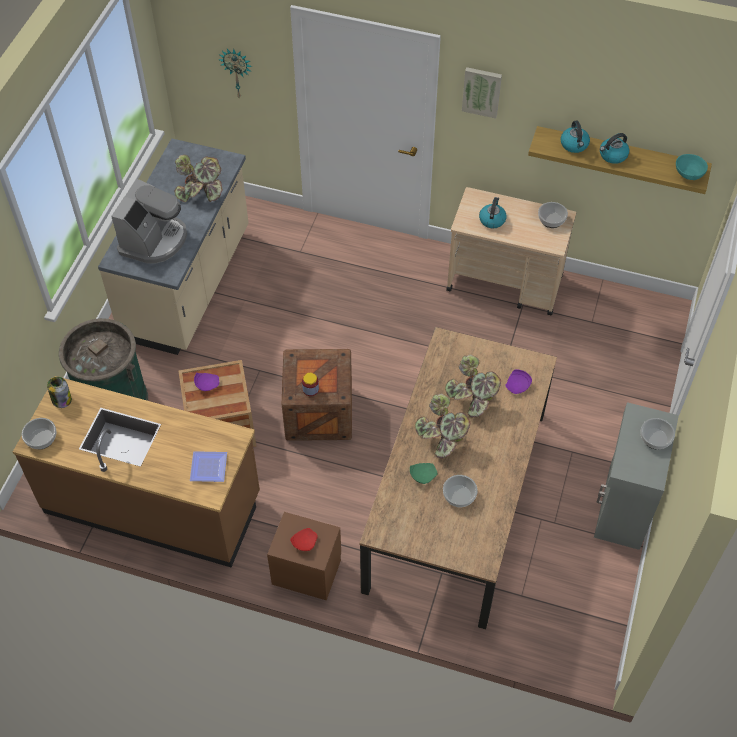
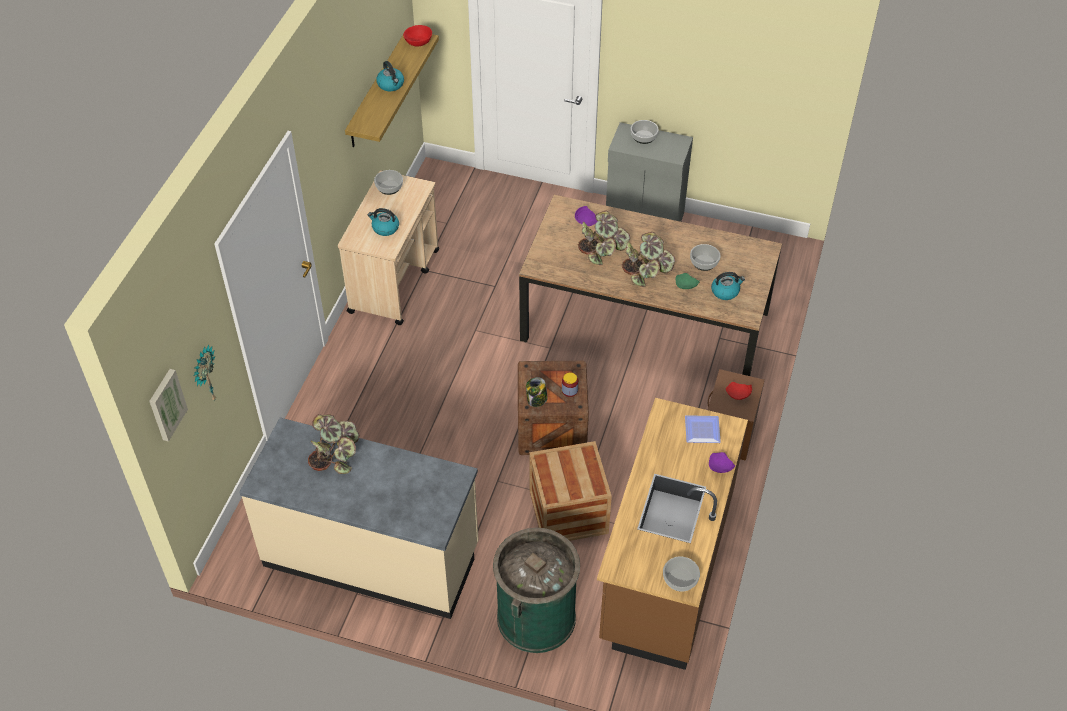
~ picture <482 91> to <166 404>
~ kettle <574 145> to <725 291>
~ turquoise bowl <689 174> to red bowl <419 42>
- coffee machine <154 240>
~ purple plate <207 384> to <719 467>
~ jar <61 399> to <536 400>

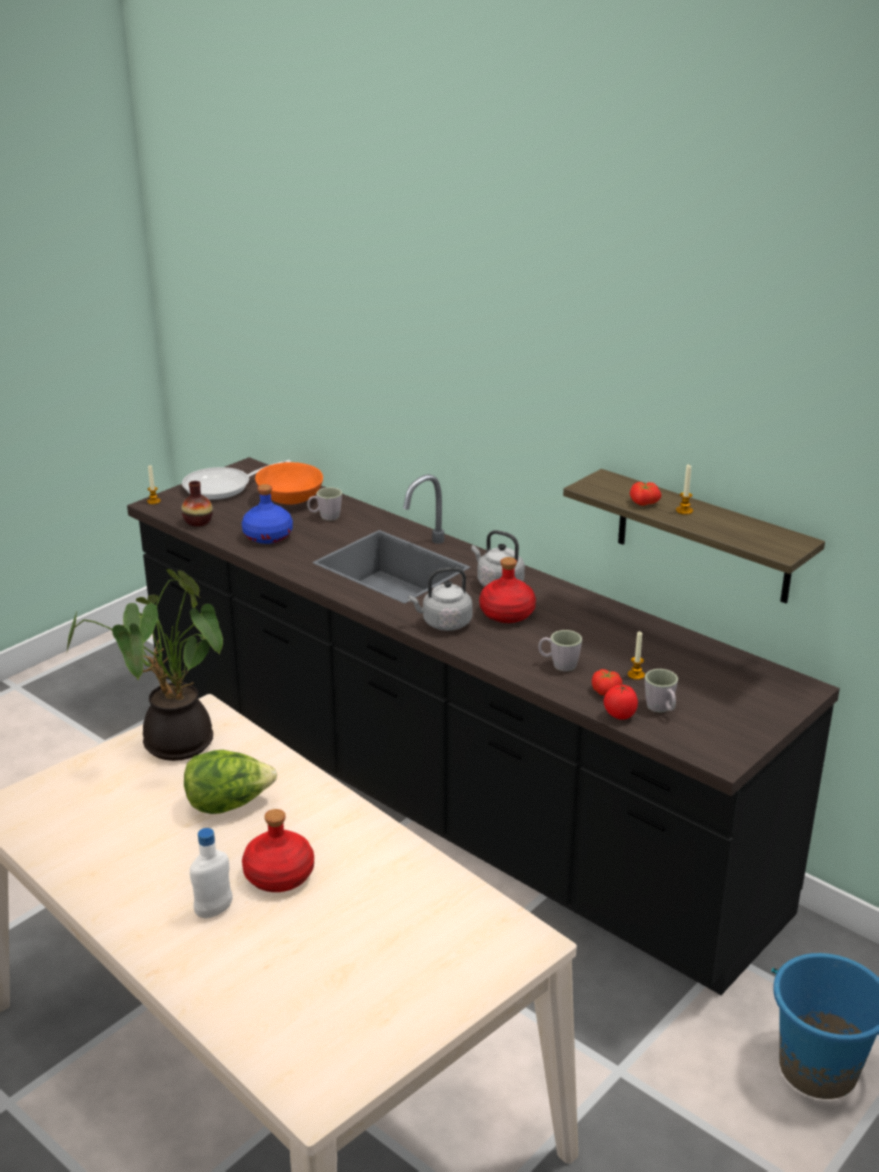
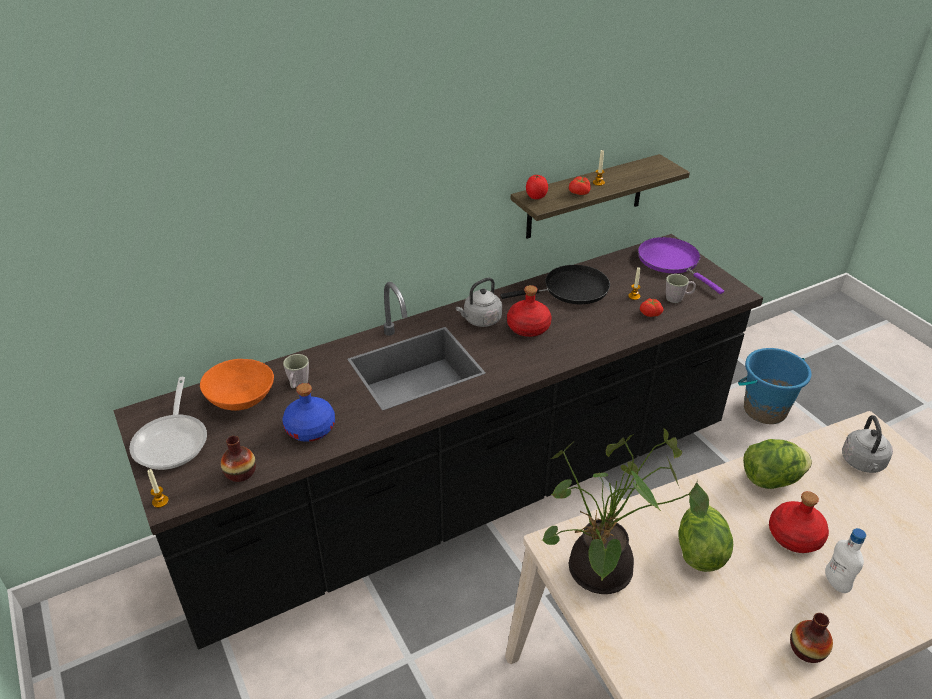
~ grey kettle <444 623> to <863 463>
- grey mug <559 664>
~ tomato <619 716> to <535 197>
+ purple frying pan <671 262>
+ black frying pan <571 289>
+ lettuce <770 479>
+ vase <807 650>

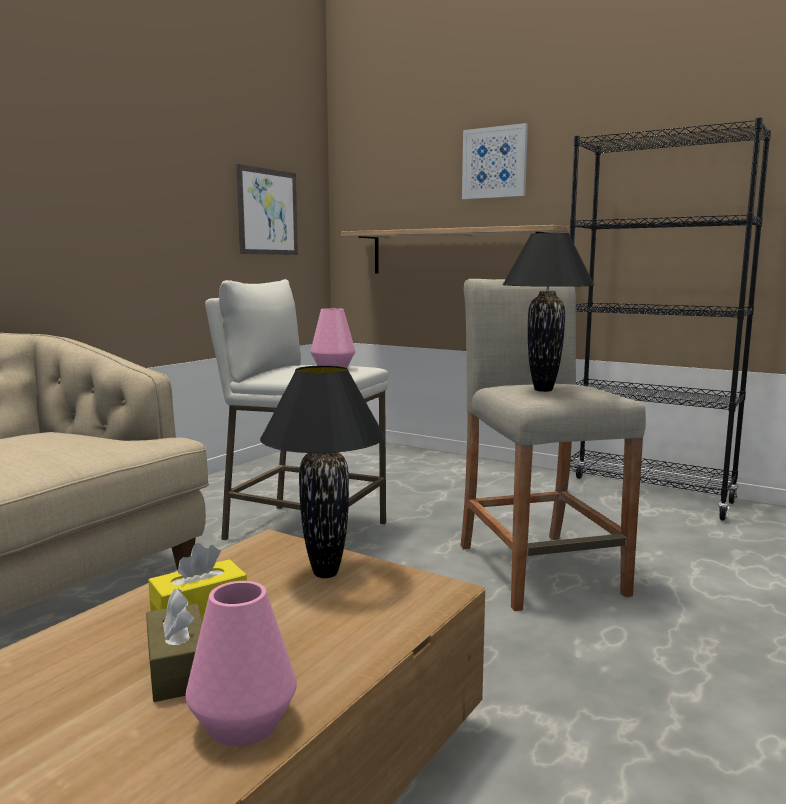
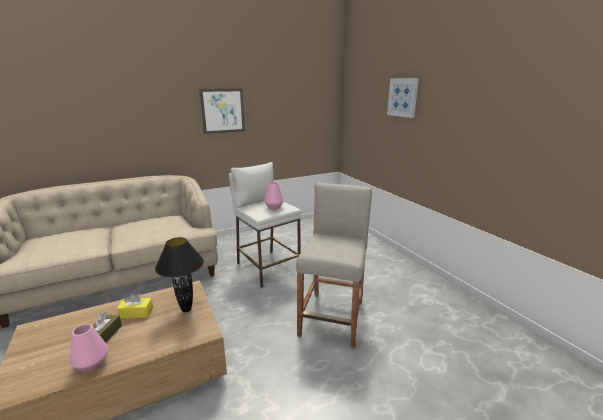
- black bookcase <645 497>
~ picture <268 212> to <223 110>
- shelf <457 252>
- black table lamp <543 390>

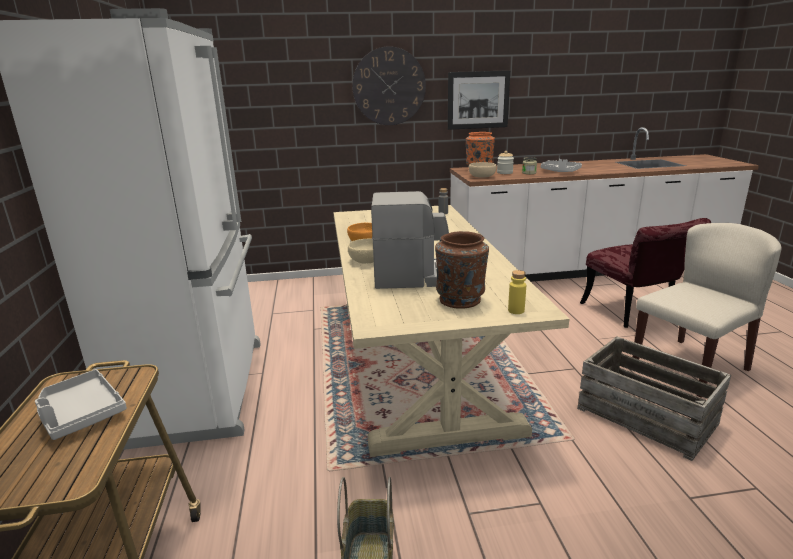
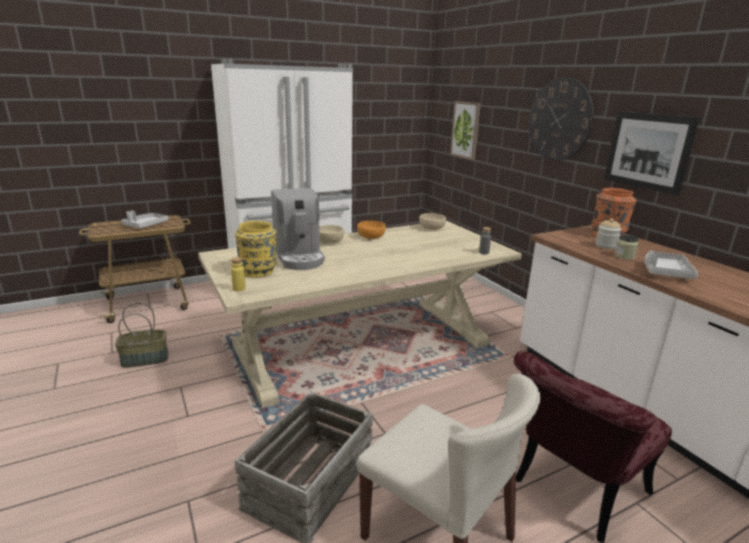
~ beige bowl <482 177> to <431 228>
~ brown vase <460 299> to yellow vase <258 272>
+ picture <465 130>

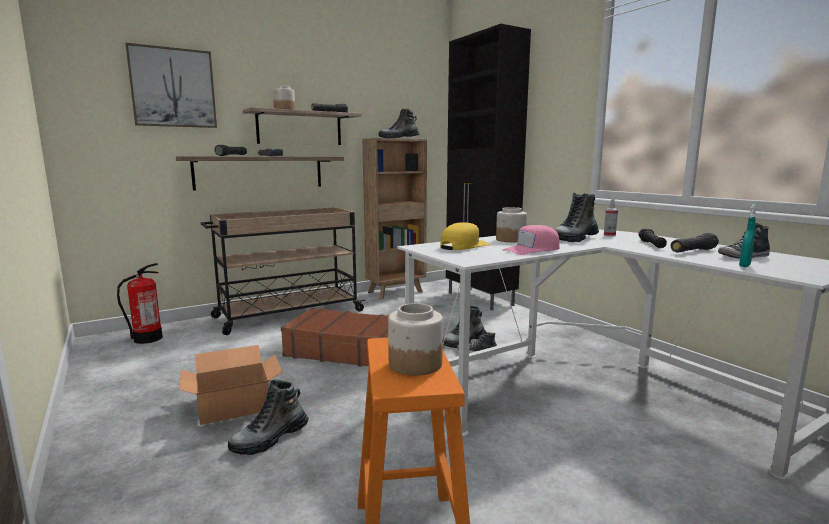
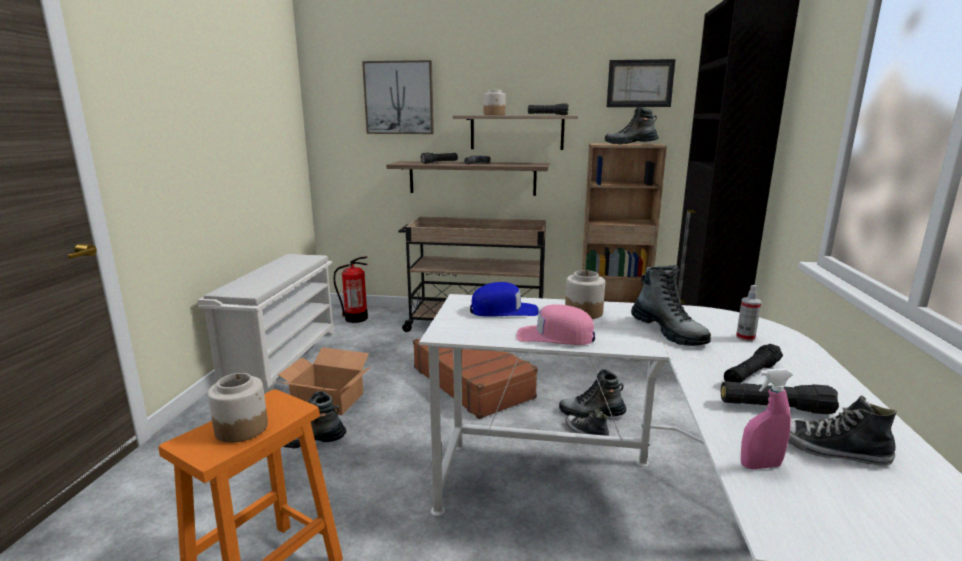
~ boot <574 239> = <668 332> 120 degrees counterclockwise
~ turquoise spray bottle <744 265> to pink spray bottle <760 465>
~ yellow cap <464 246> to blue cap <504 310>
+ picture <640 83>
+ white shoe rack <282 357>

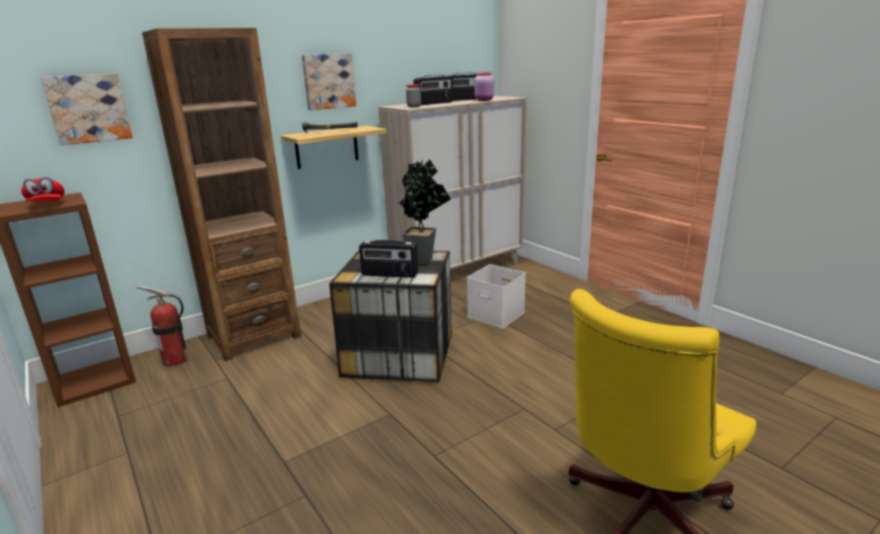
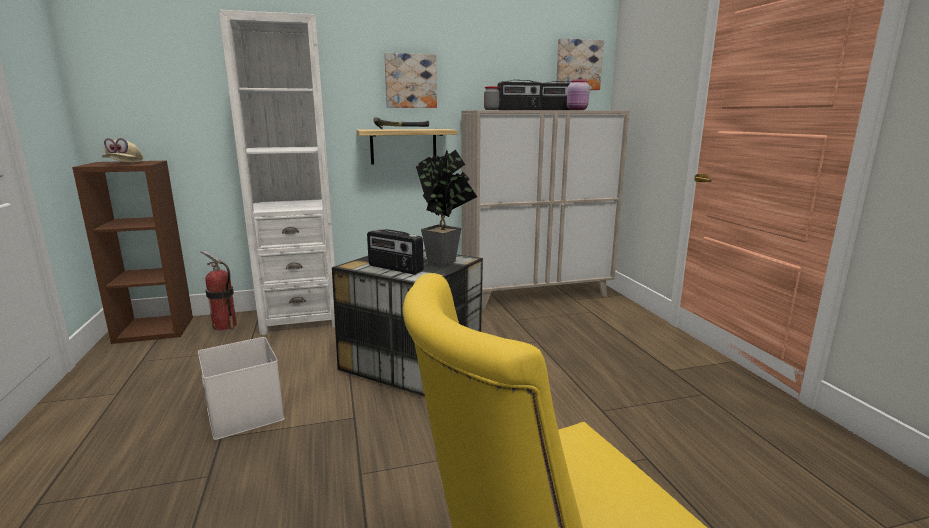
~ brown bookcase <254 336> to white bookcase <301 318>
~ picture <88 108> to <578 65>
~ red cap <47 205> to beige cap <124 164>
~ white storage box <494 314> to <243 413>

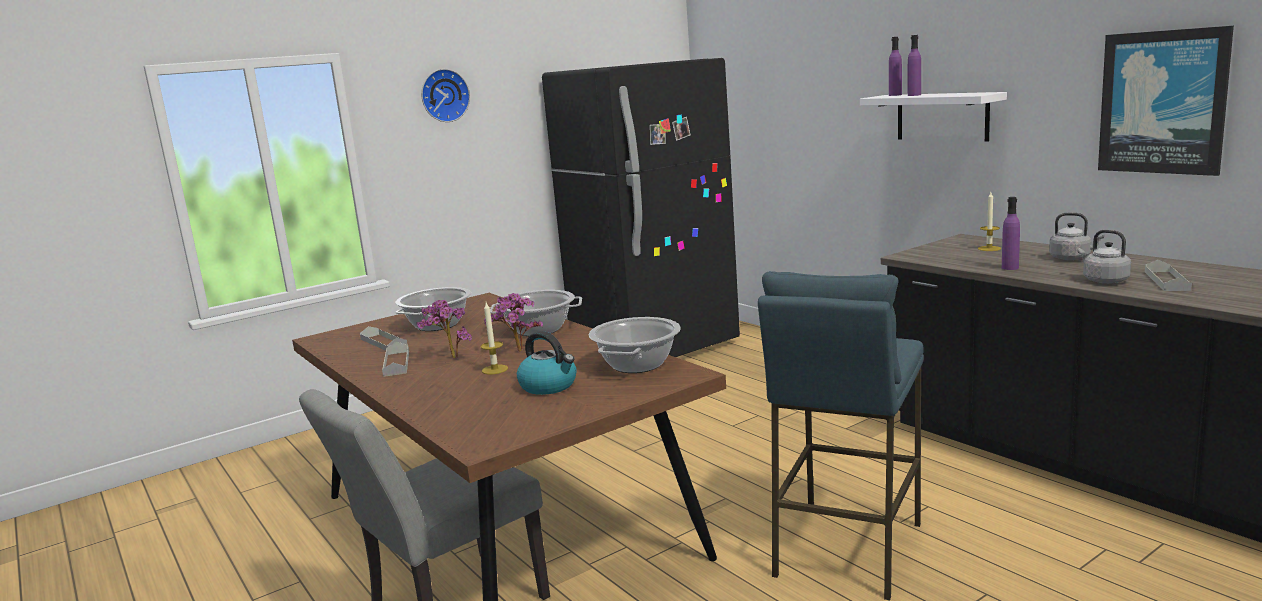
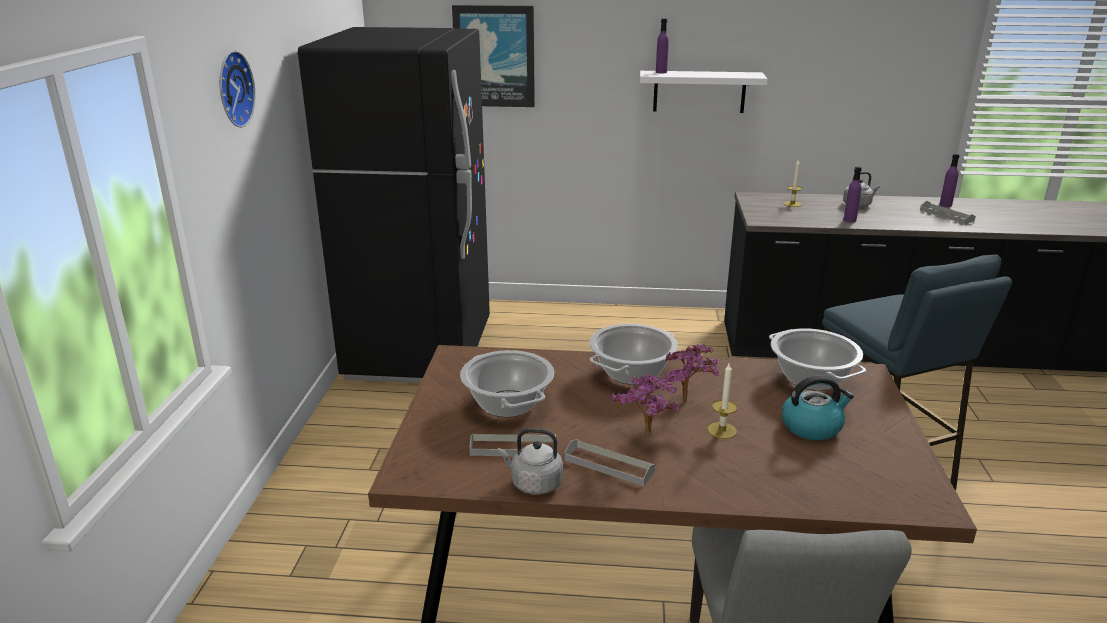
~ picture <1162 102> to <494 56>
~ purple bottle <914 95> to <945 205>
~ grey kettle <1103 280> to <533 483>

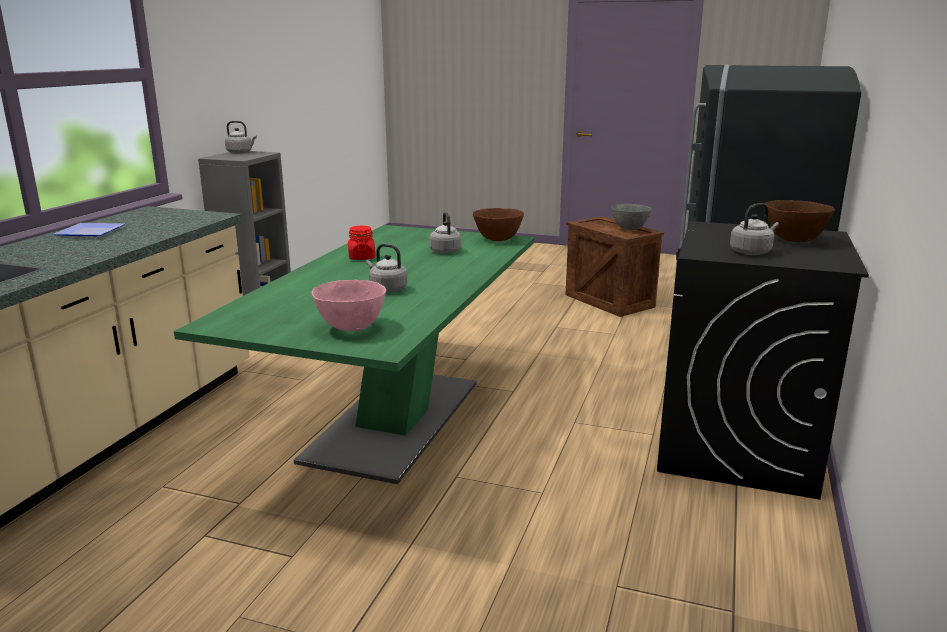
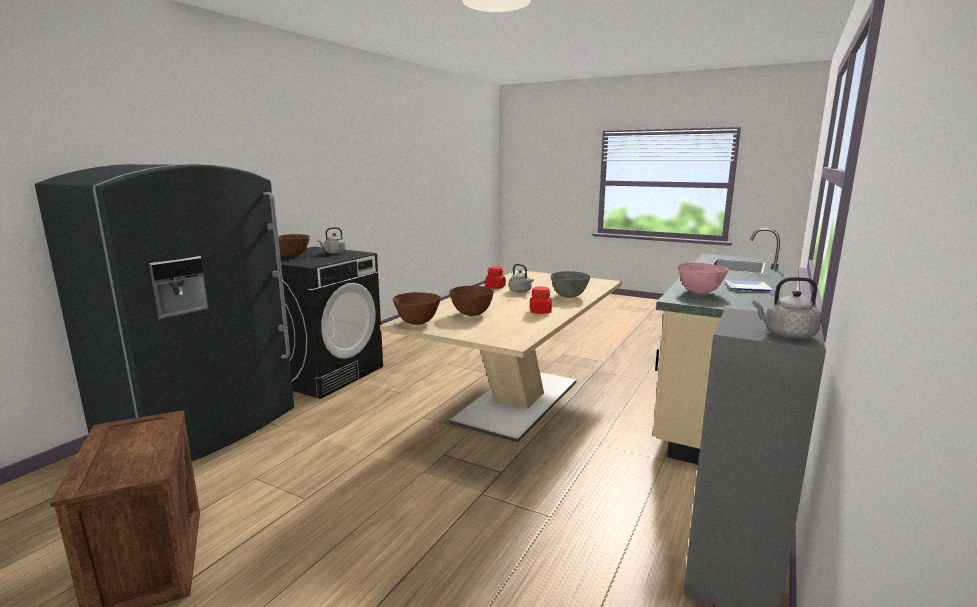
~ grey bowl <630 228> to <569 296>
~ grey kettle <445 251> to brown bowl <472 314>
~ green dining table <394 421> to beige dining table <518 402>
~ pink bowl <352 327> to <699 292>
+ red jar <495 287>

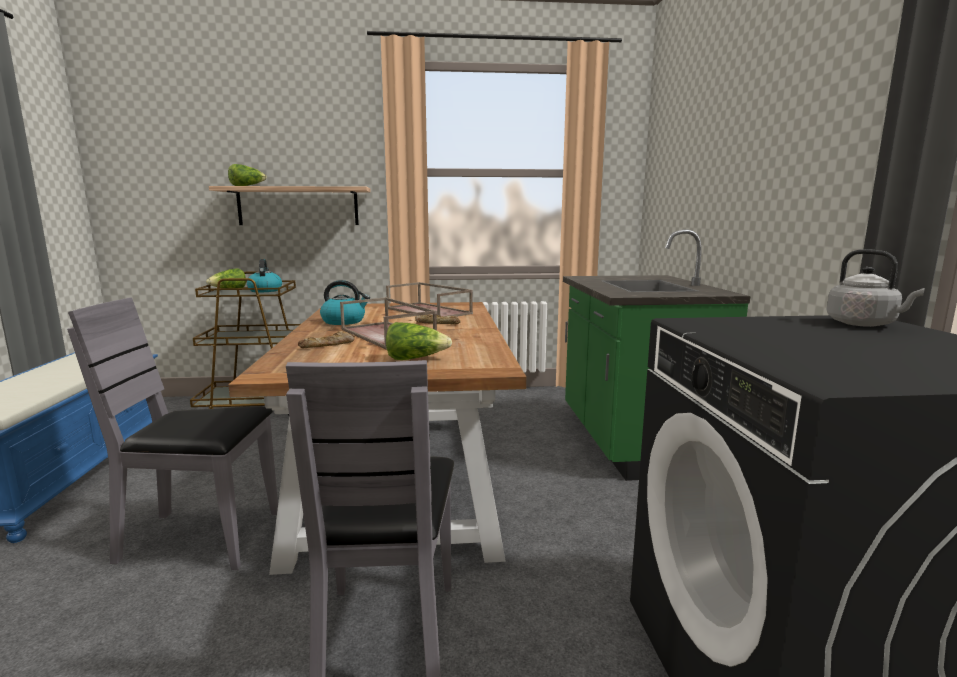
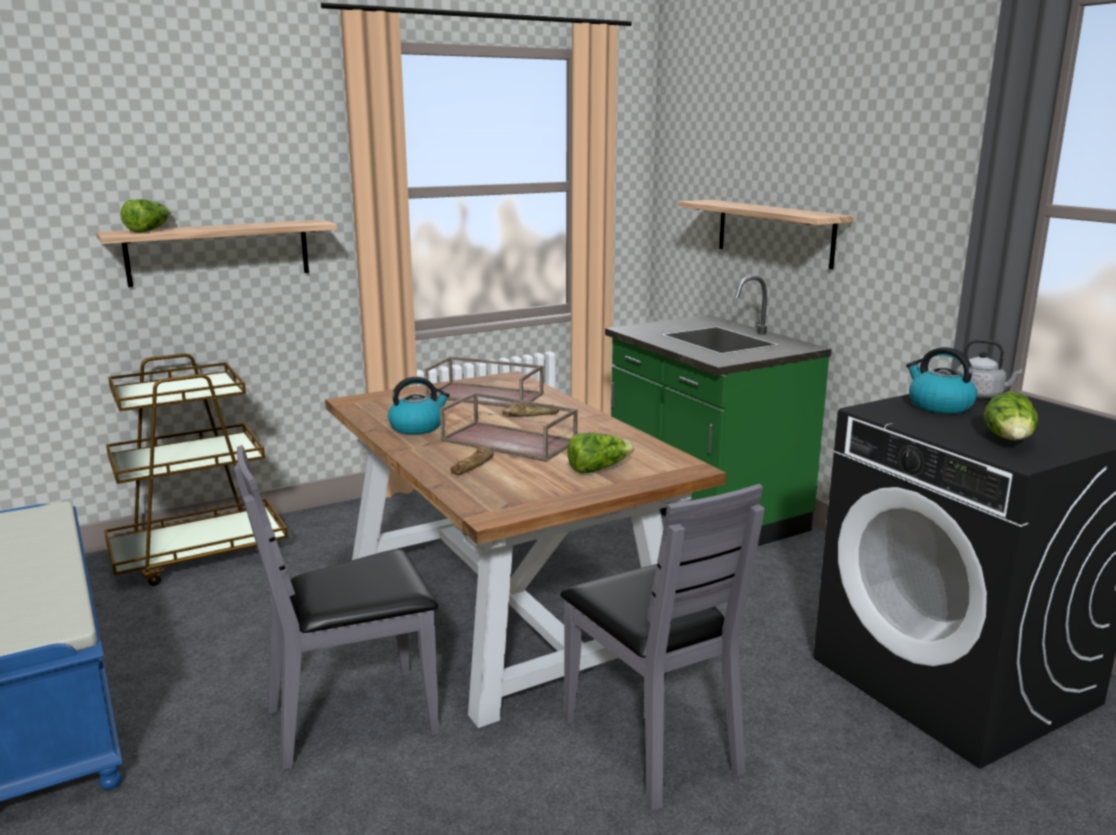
~ kettle <265 290> to <939 406>
~ lettuce <229 290> to <1009 440>
+ shelf <774 232>

